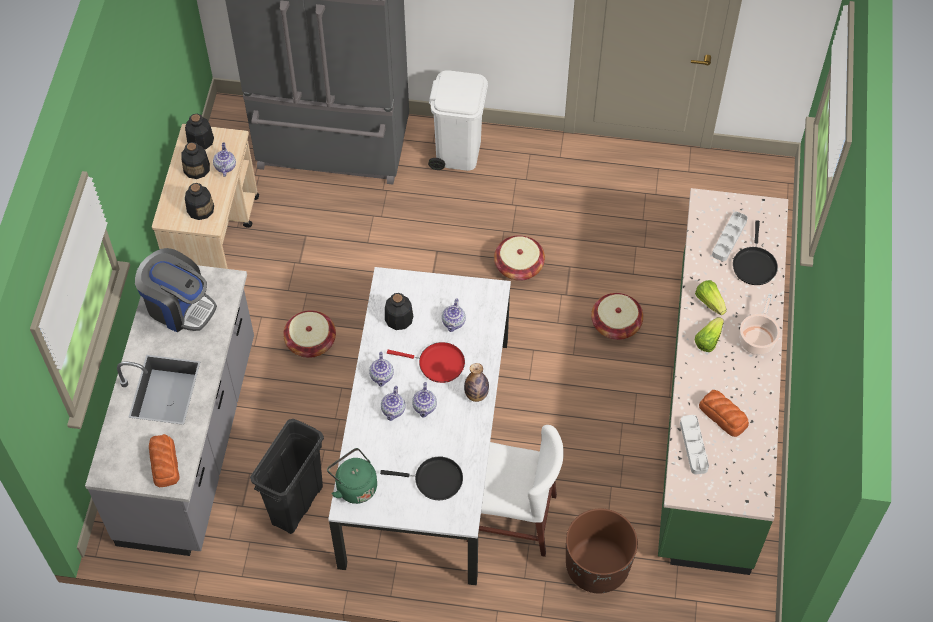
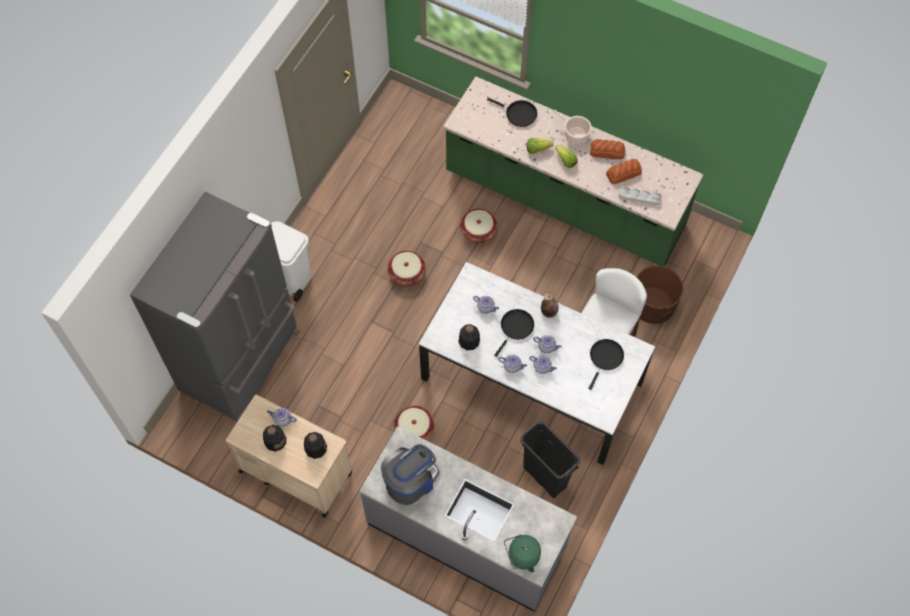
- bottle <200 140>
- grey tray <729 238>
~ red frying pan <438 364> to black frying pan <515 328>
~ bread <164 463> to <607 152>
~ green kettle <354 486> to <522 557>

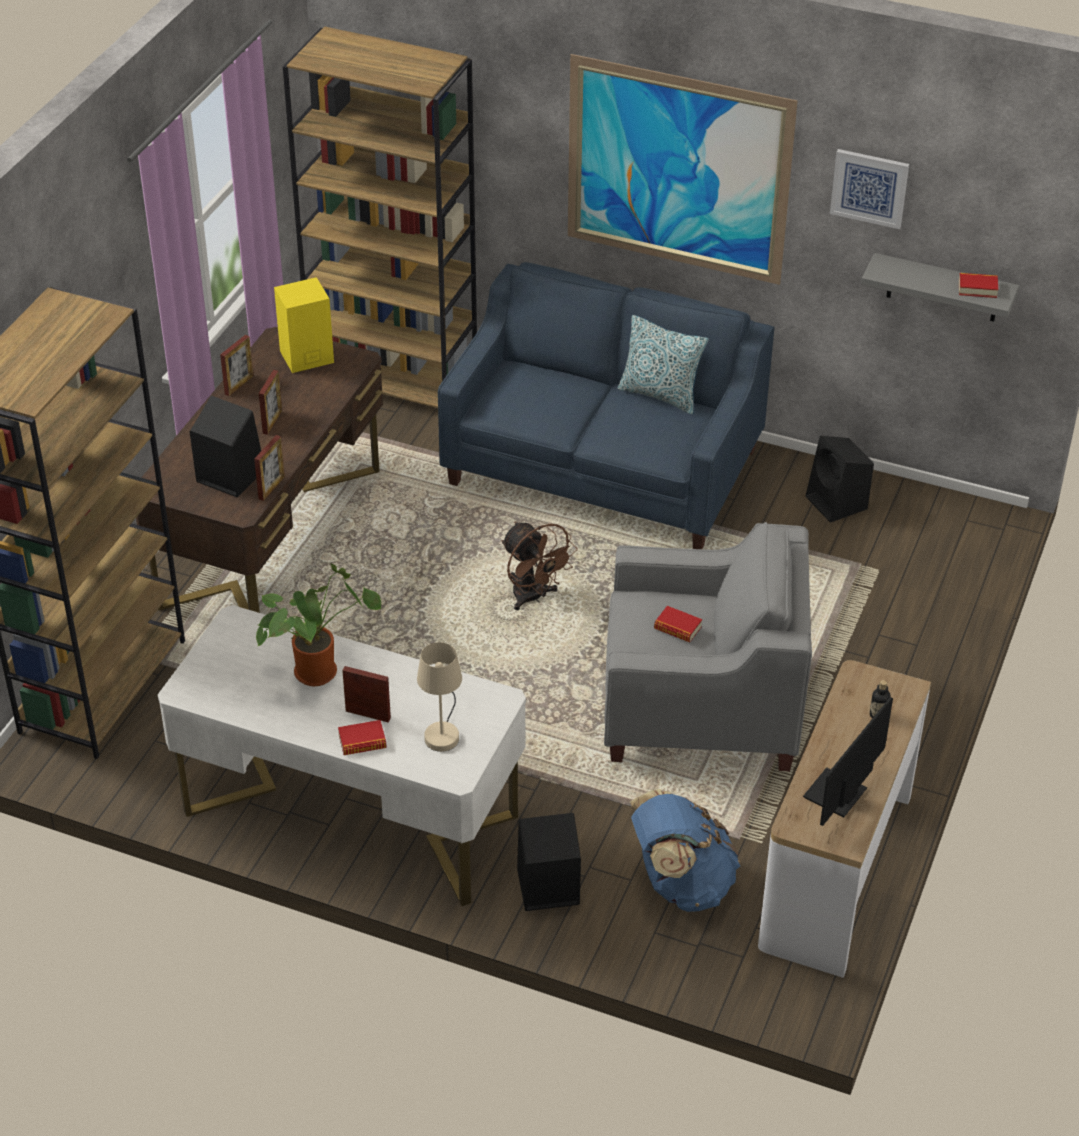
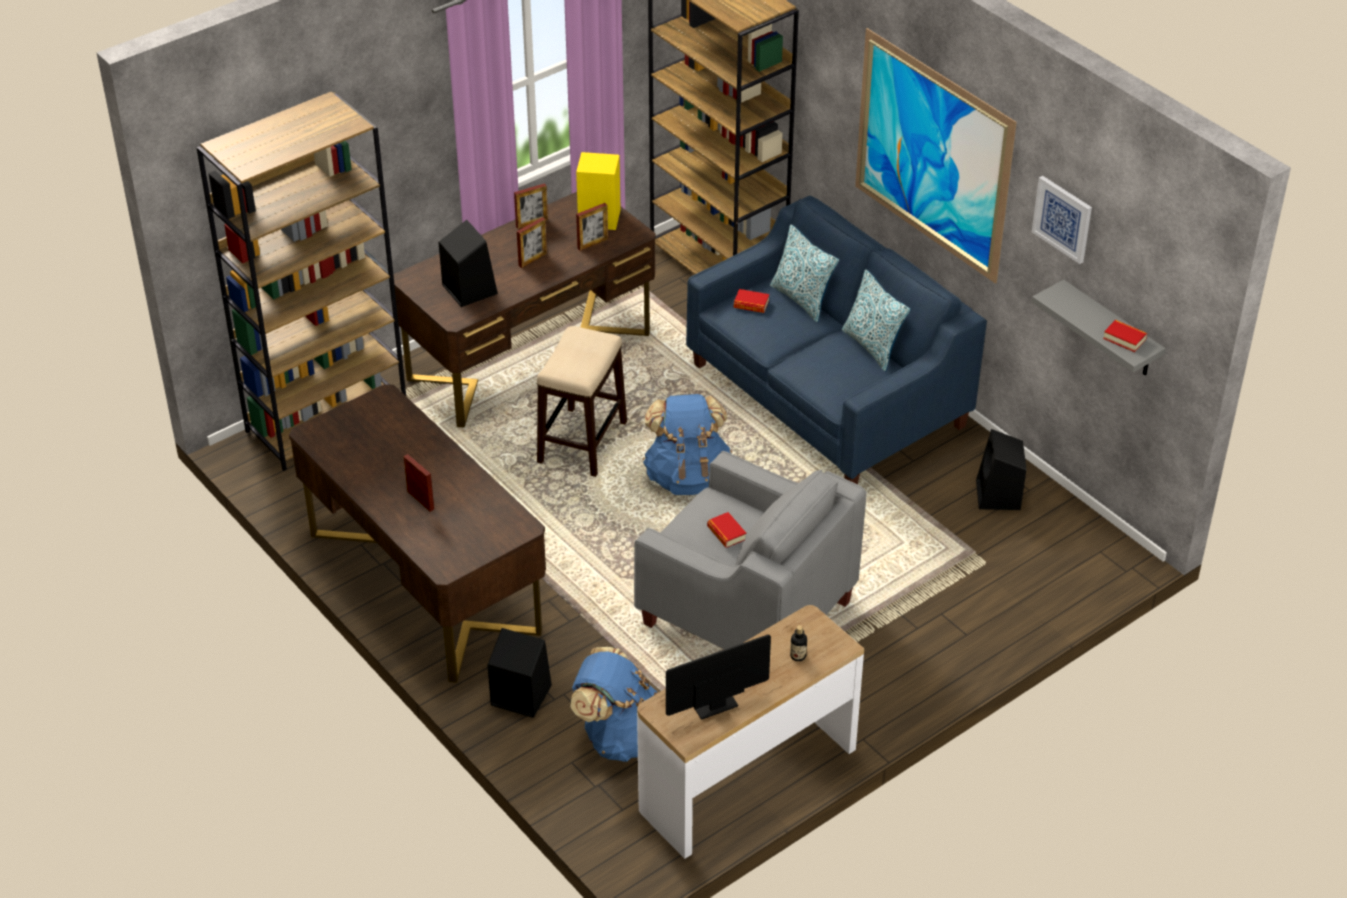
~ picture frame <271 488> to <592 243>
~ brown fan <533 597> to blue backpack <687 477>
- potted plant <319 670>
~ white desk <350 813> to brown desk <424 582>
- beige table lamp <442 730>
~ book <362 742> to <751 304>
+ pillow <802 300>
+ stool <582 443>

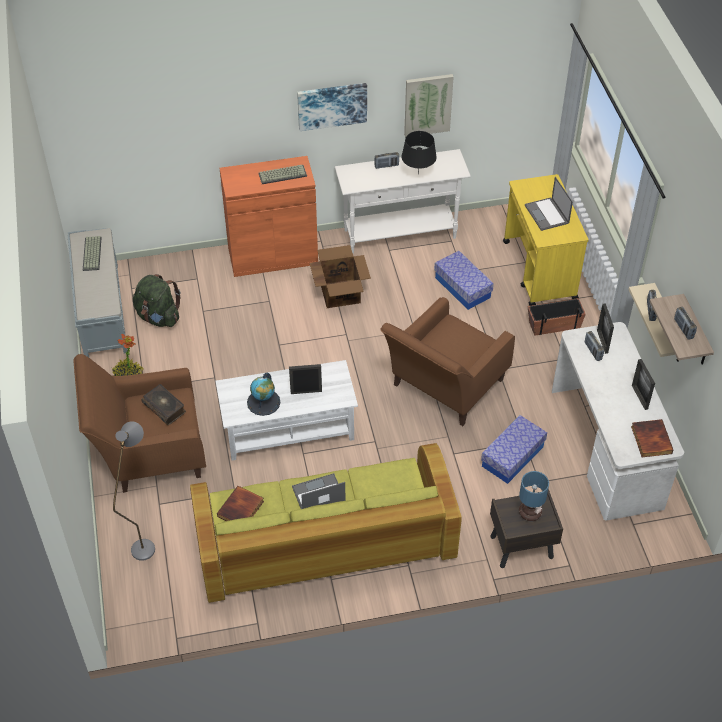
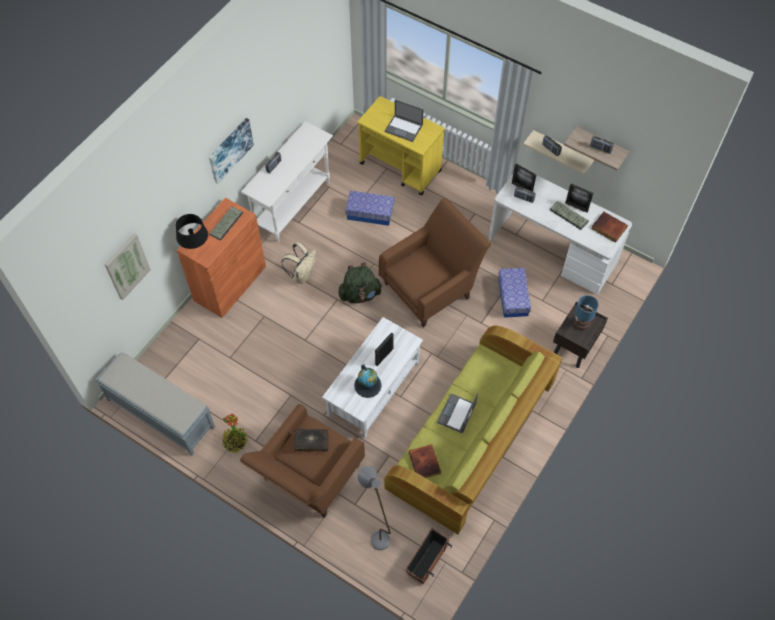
~ picture <427 104> to <126 266>
~ black table lamp <418 174> to <195 247>
~ keyboard <93 254> to <569 215>
~ cardboard box <340 293> to beige backpack <302 275>
~ green backpack <158 317> to <360 294>
~ brown armchair <444 388> = <431 286> 120 degrees counterclockwise
~ planter <554 324> to <427 560>

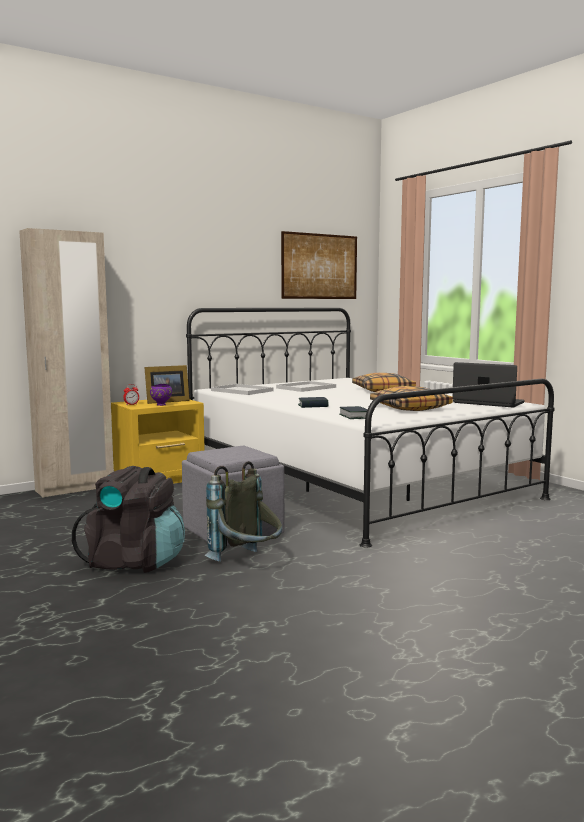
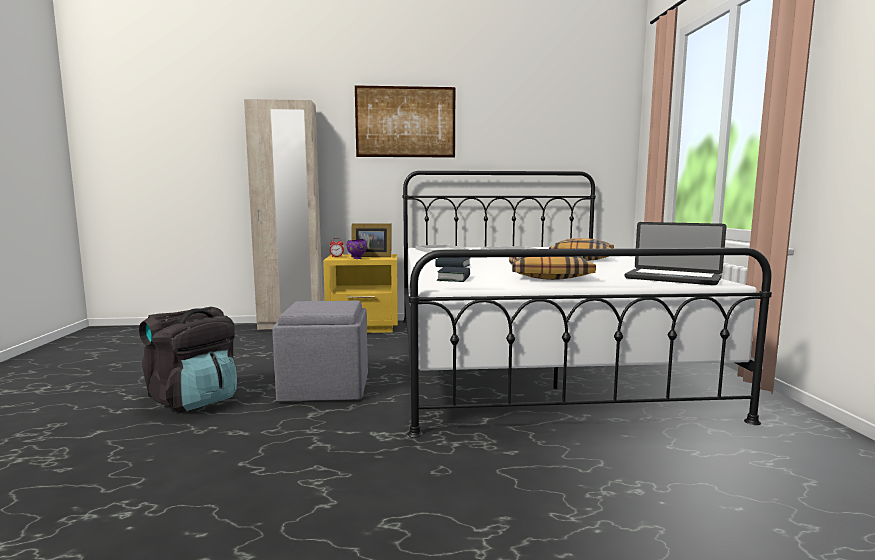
~ picture <319 266> to <405 122>
~ laptop <488 403> = <672 278> 150 degrees clockwise
- grey backpack <248 563>

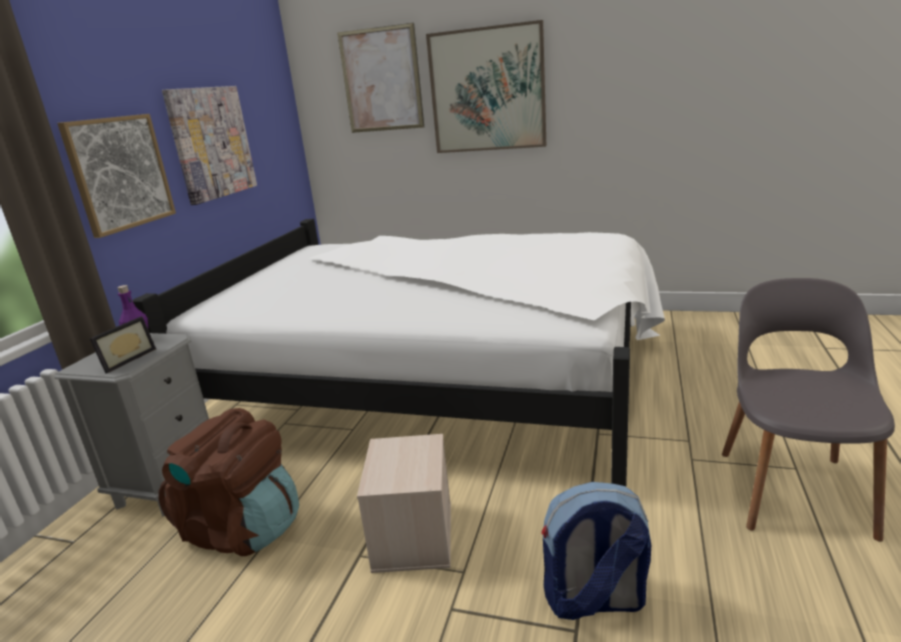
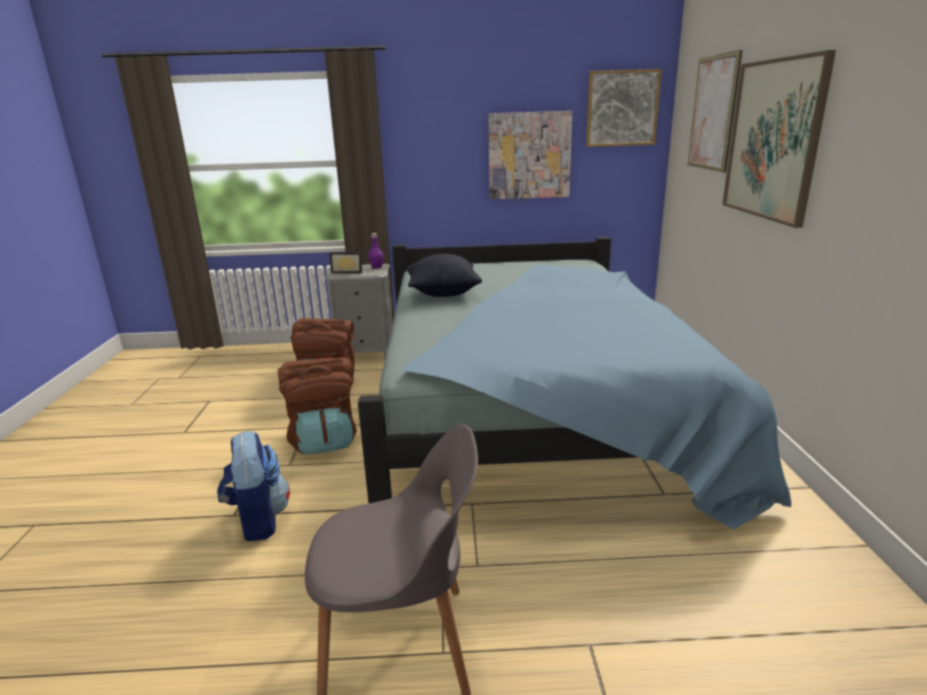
~ picture <120 173> to <622 108>
~ white bed <444 380> to blue bed <534 410>
~ beige storage box <412 535> to brown backpack <324 439>
+ black pillow <443 293>

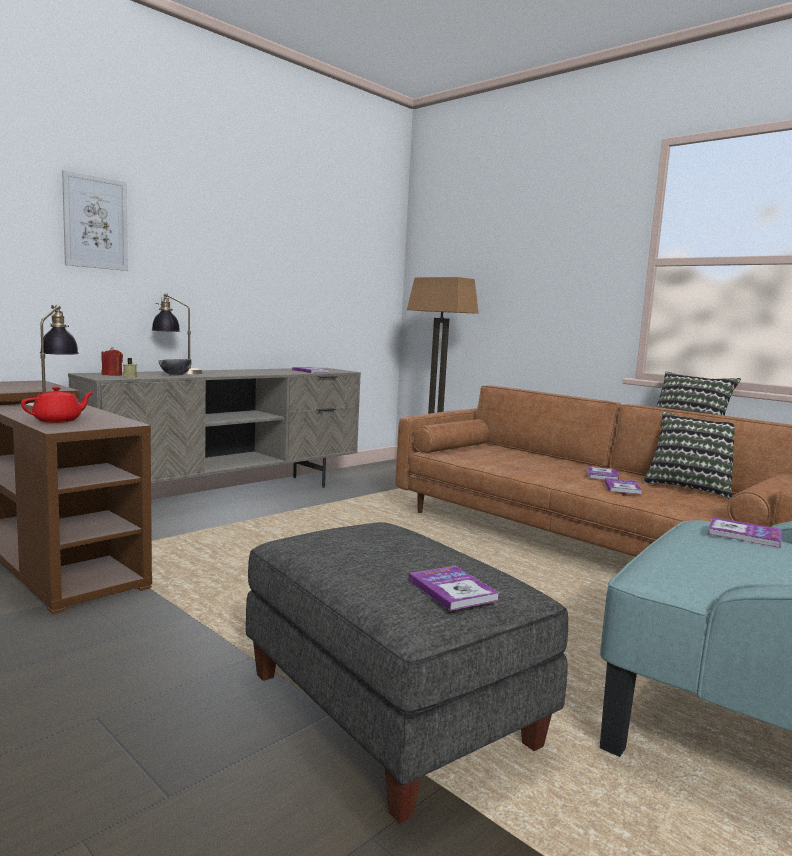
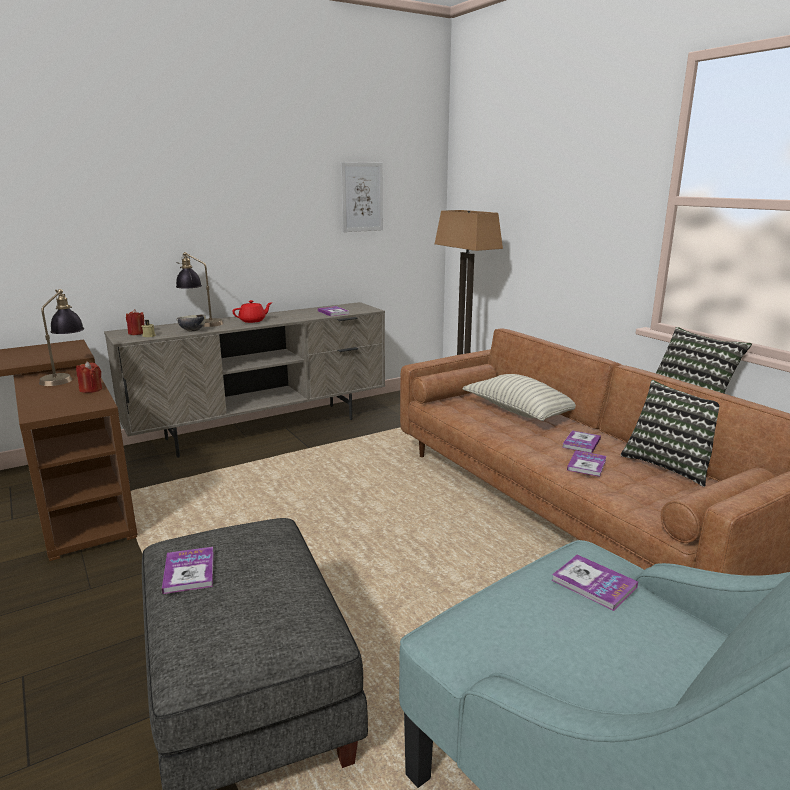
~ picture <95 222> to <362 197>
~ red teapot <58 420> to <253 321>
~ book <452 590> to <189 571>
+ red candle <91 389>
+ pillow <520 411>

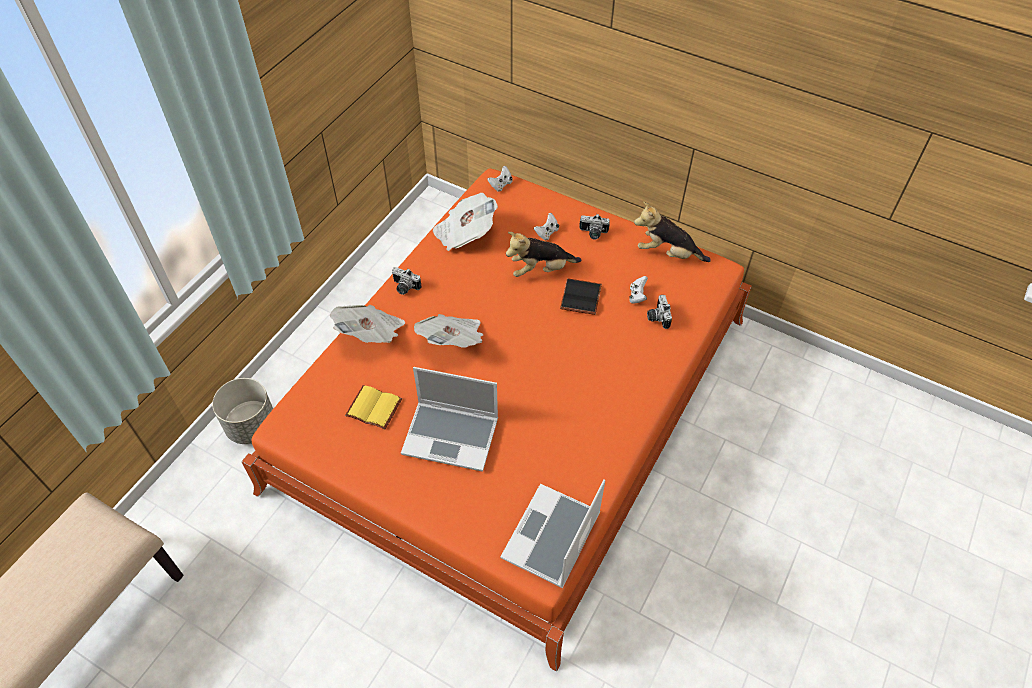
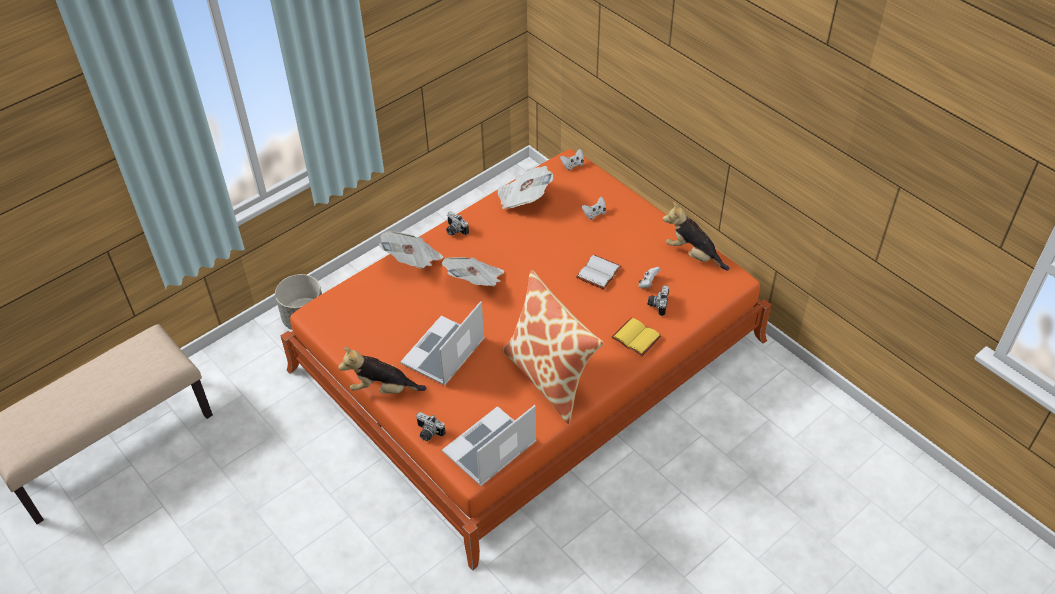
~ photo camera <593 233> to <428 433>
~ plush toy <540 270> to <383 389>
~ black book <582 298> to white book <599 273>
~ laptop <452 436> = <443 353> 90 degrees clockwise
~ yellow book <372 409> to <635 338>
+ pillow <549 377>

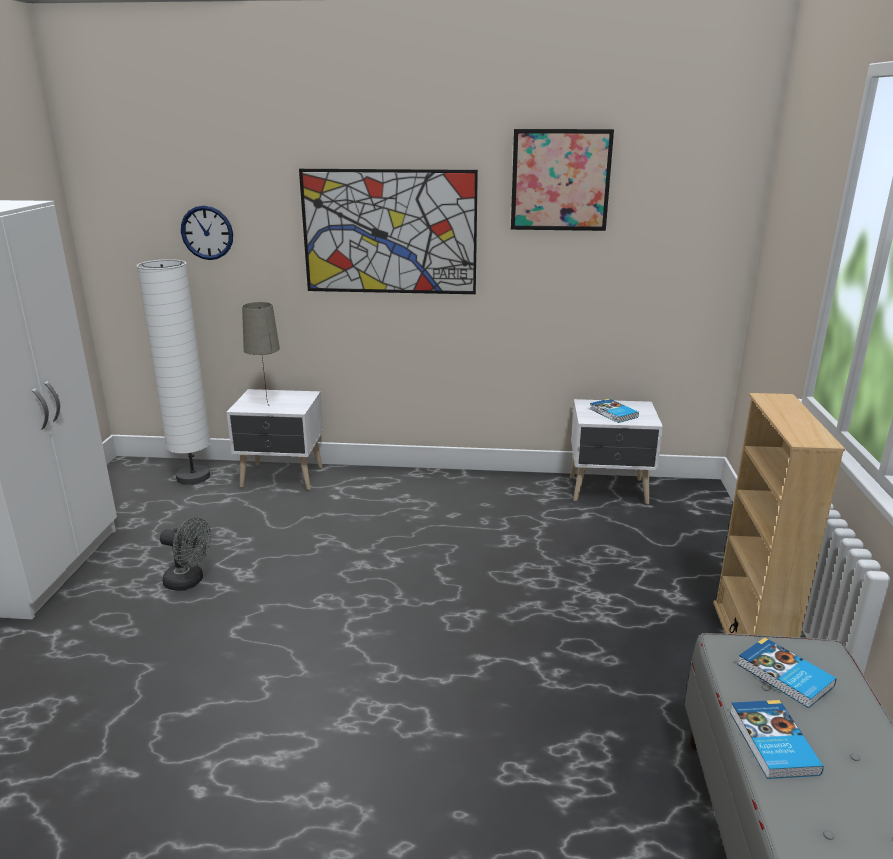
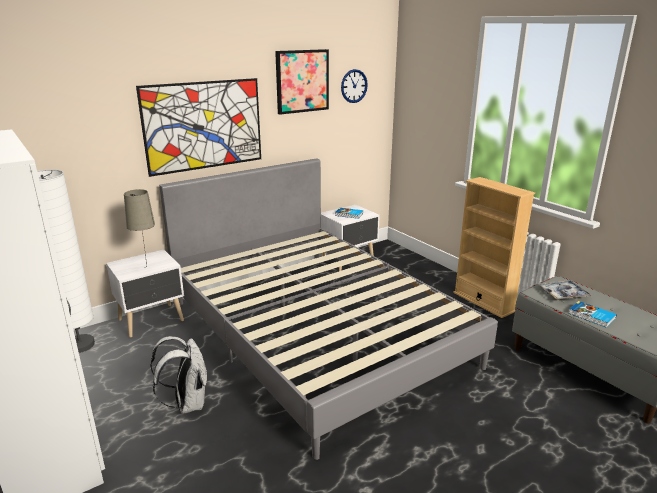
~ wall clock <207 232> to <354 86>
~ grey fan <189 581> to white backpack <187 403>
~ book <784 676> to tray <563 294>
+ grey bed <316 331>

